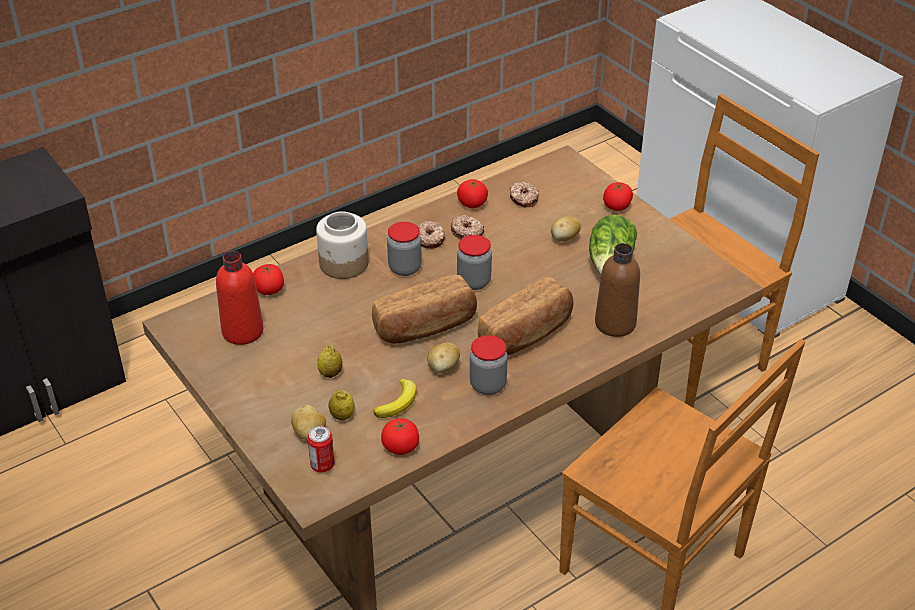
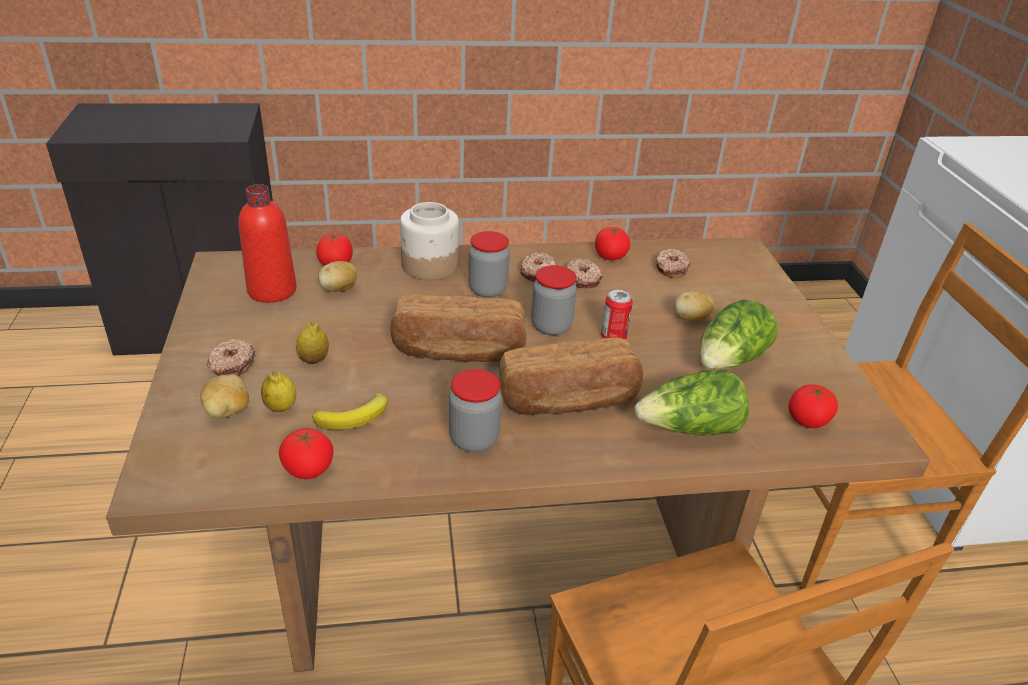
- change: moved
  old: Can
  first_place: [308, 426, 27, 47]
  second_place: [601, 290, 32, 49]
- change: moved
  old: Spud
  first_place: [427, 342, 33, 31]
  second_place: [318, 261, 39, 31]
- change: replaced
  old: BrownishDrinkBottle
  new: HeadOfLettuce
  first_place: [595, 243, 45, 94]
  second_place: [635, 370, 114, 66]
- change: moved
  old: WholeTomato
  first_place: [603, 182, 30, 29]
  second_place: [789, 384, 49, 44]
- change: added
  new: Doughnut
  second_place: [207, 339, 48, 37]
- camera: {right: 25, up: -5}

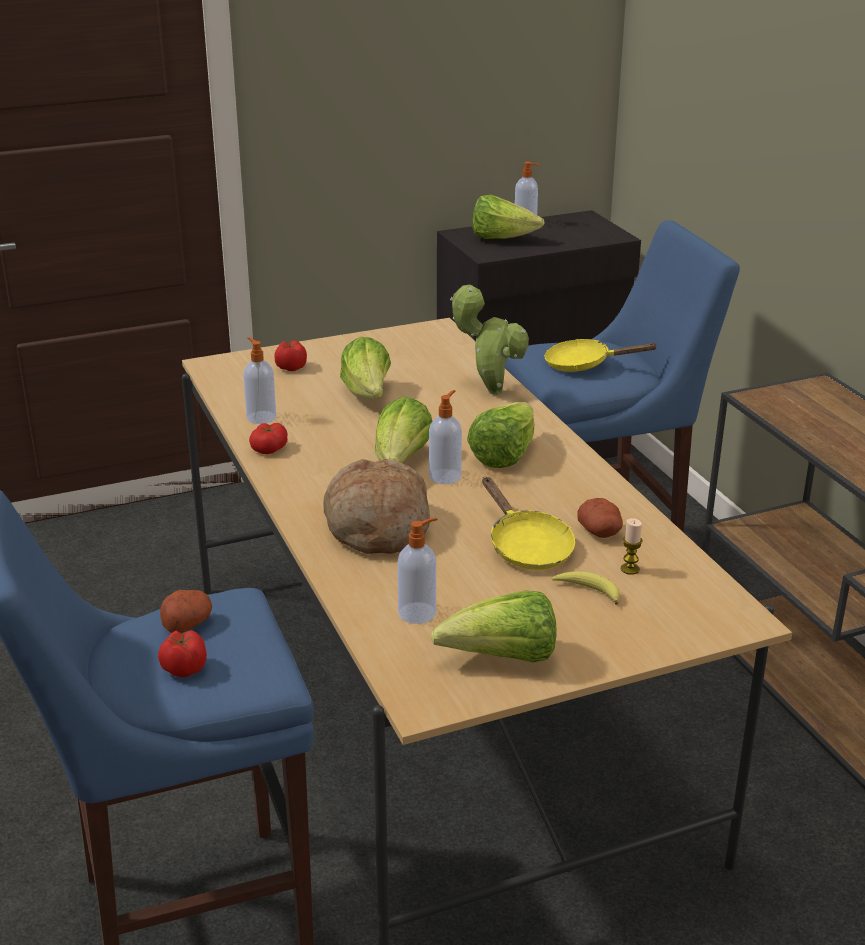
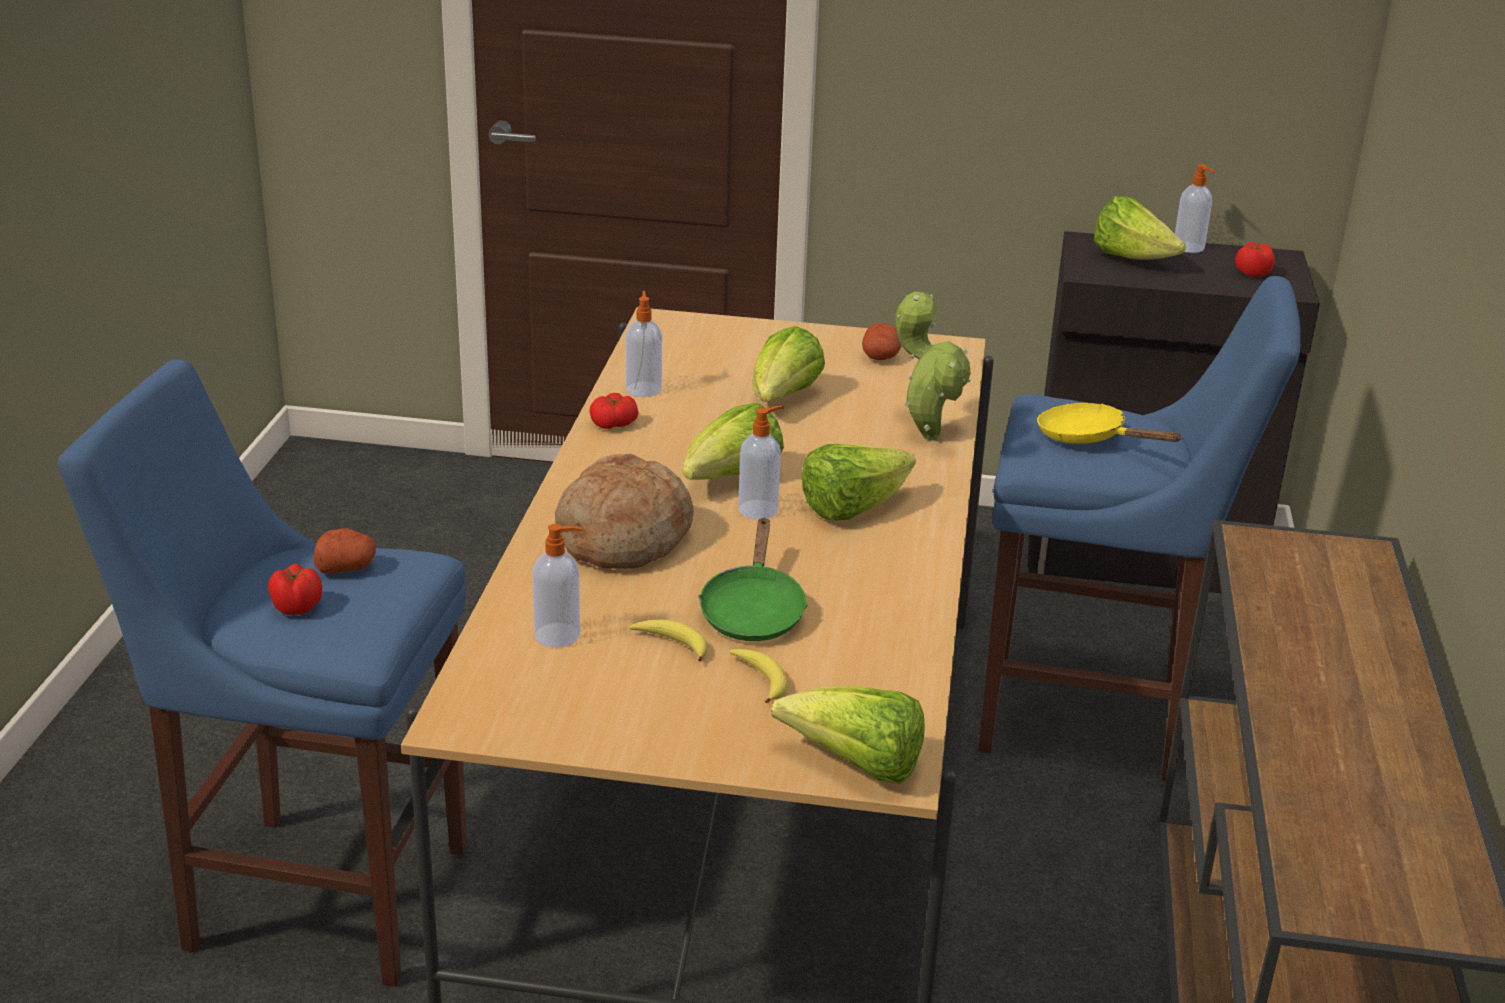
- change: moved
  old: WholeTomato
  first_place: [275, 340, 32, 31]
  second_place: [1235, 241, 40, 36]
- change: moved
  old: HeadOfLettuce
  first_place: [431, 591, 125, 72]
  second_place: [771, 686, 154, 98]
- change: recoloured
  old: YellowPan
  new: GreenPan
  first_place: [482, 477, 93, 93]
  second_place: [698, 517, 110, 124]
- change: moved
  old: Spud
  first_place: [577, 498, 46, 40]
  second_place: [862, 323, 40, 37]
- change: removed
  old: Candle
  first_place: [621, 518, 21, 57]
- change: added
  new: WholeBanana
  second_place: [629, 620, 79, 42]
- camera: {right: 30, up: 0}

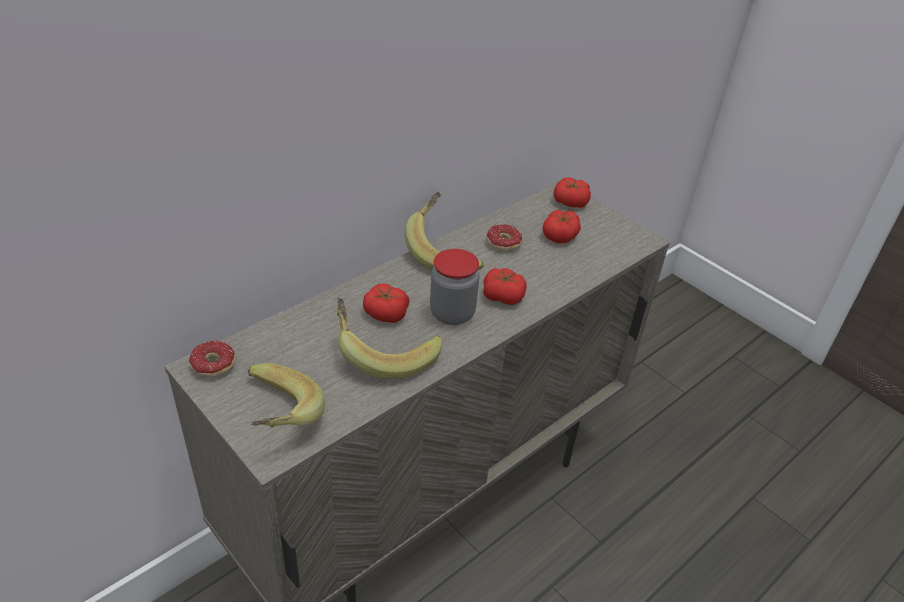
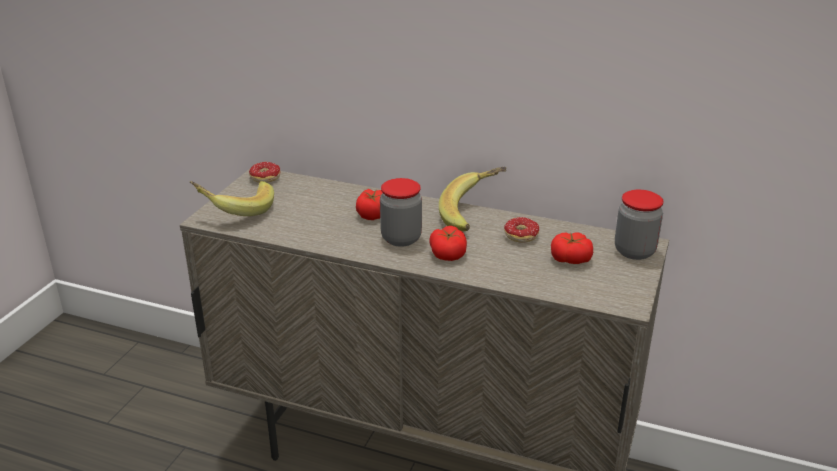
- change: removed
  old: WholeBanana
  first_place: [337, 298, 105, 81]
- change: replaced
  old: WholeTomato
  new: StorageJar
  first_place: [554, 177, 37, 31]
  second_place: [615, 190, 49, 70]
- camera: {right: 65, up: -10}

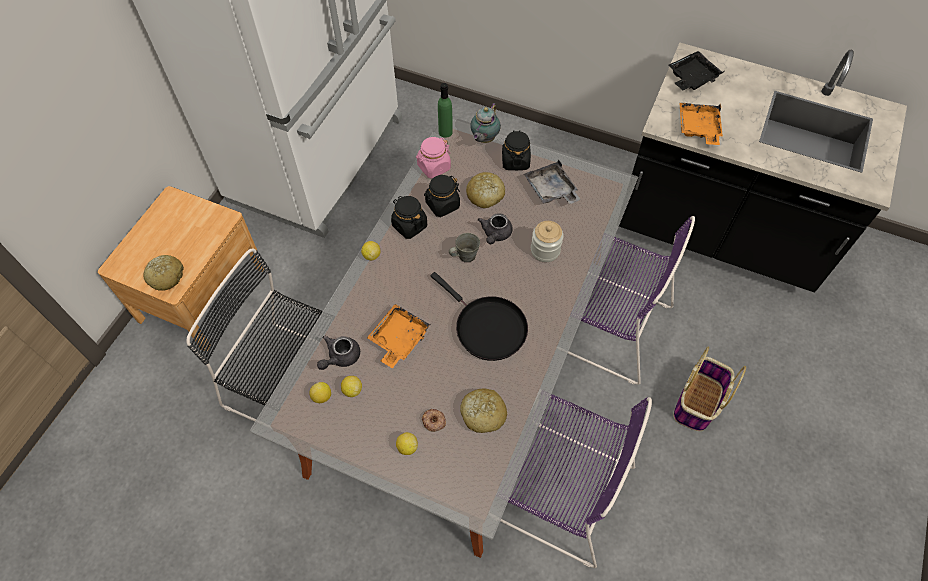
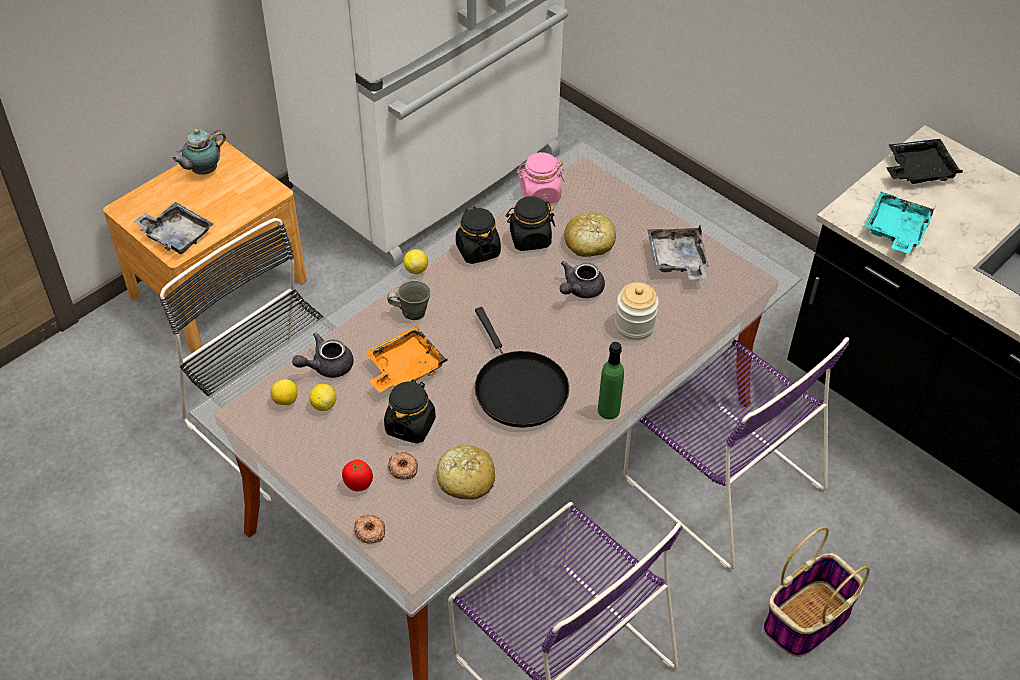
- change: replaced
  old: BakeryBread
  new: GreyCarryingTray
  first_place: [143, 255, 41, 36]
  second_place: [134, 202, 79, 53]
- change: replaced
  old: WholeLemon
  new: WholeTomato
  first_place: [396, 432, 22, 23]
  second_place: [342, 459, 31, 32]
- change: moved
  old: GreenDrinkBottle
  first_place: [438, 83, 15, 55]
  second_place: [598, 342, 26, 77]
- change: moved
  old: GreyTeaMug
  first_place: [449, 233, 31, 29]
  second_place: [387, 280, 44, 40]
- change: moved
  old: TeaPot
  first_place: [470, 103, 31, 40]
  second_place: [171, 129, 55, 46]
- change: moved
  old: BlackishStorageJar
  first_place: [502, 130, 29, 40]
  second_place: [384, 379, 52, 65]
- change: recoloured
  old: OrangeColouredCarryingTray
  new: TurquoiseCarryingTray
  first_place: [679, 103, 44, 42]
  second_place: [864, 192, 72, 62]
- change: added
  new: Doughnut
  second_place: [355, 514, 30, 29]
- camera: {right: 20, up: -10}

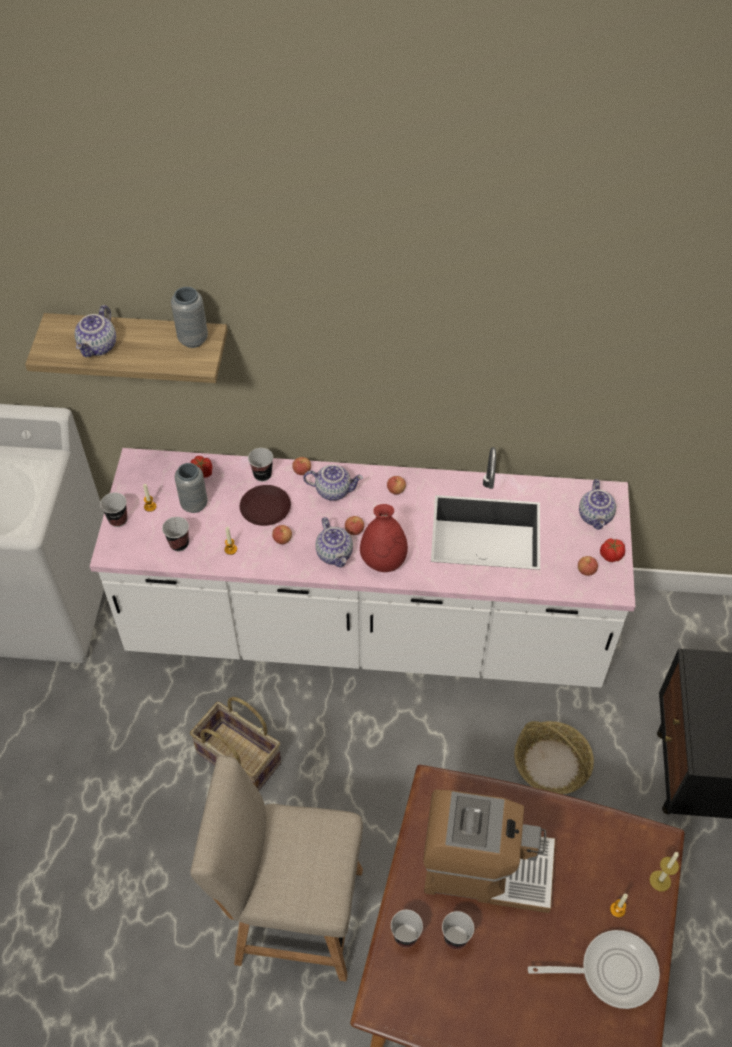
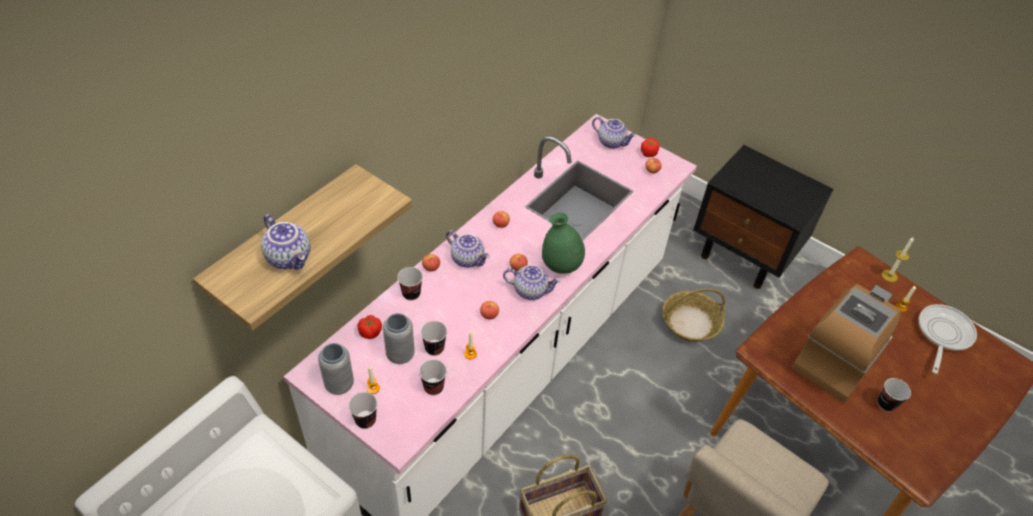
- change: moved
  old: GreyVase
  first_place: [171, 287, 37, 61]
  second_place: [318, 343, 36, 52]
- change: removed
  old: BrownishFlatDish
  first_place: [240, 485, 51, 41]
- change: turned
  old: TeaPot
  first_place: [303, 465, 60, 36]
  second_place: [446, 230, 44, 38]
  degrees: 90
- change: recoloured
  old: RedColouredVase
  new: GreenVase
  first_place: [360, 504, 48, 68]
  second_place: [542, 212, 43, 62]
- change: moved
  old: SmallCup
  first_place: [391, 910, 32, 38]
  second_place: [421, 321, 26, 35]
- camera: {right: -60, up: -5}

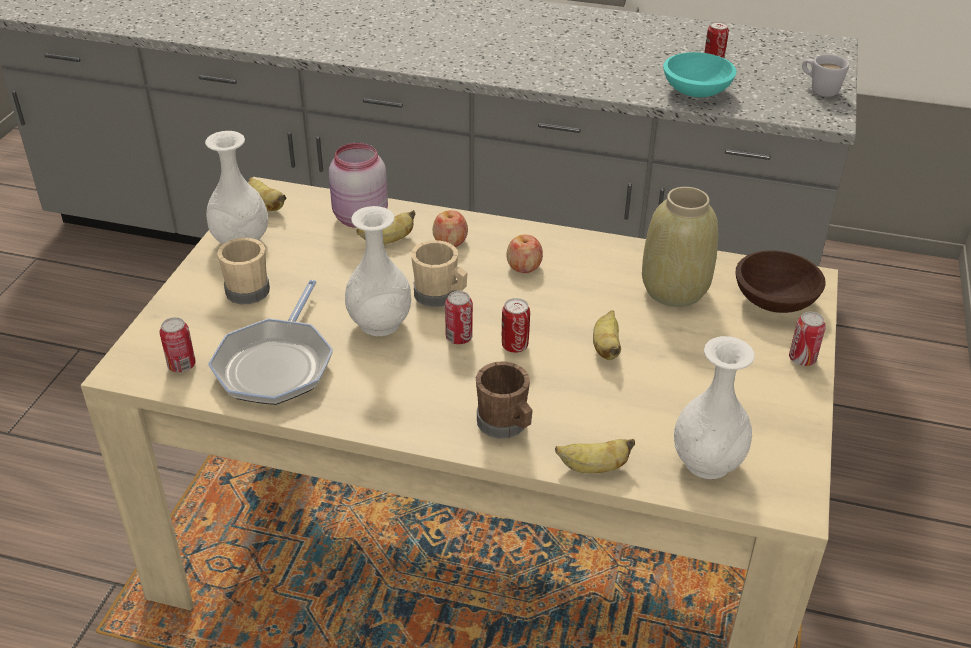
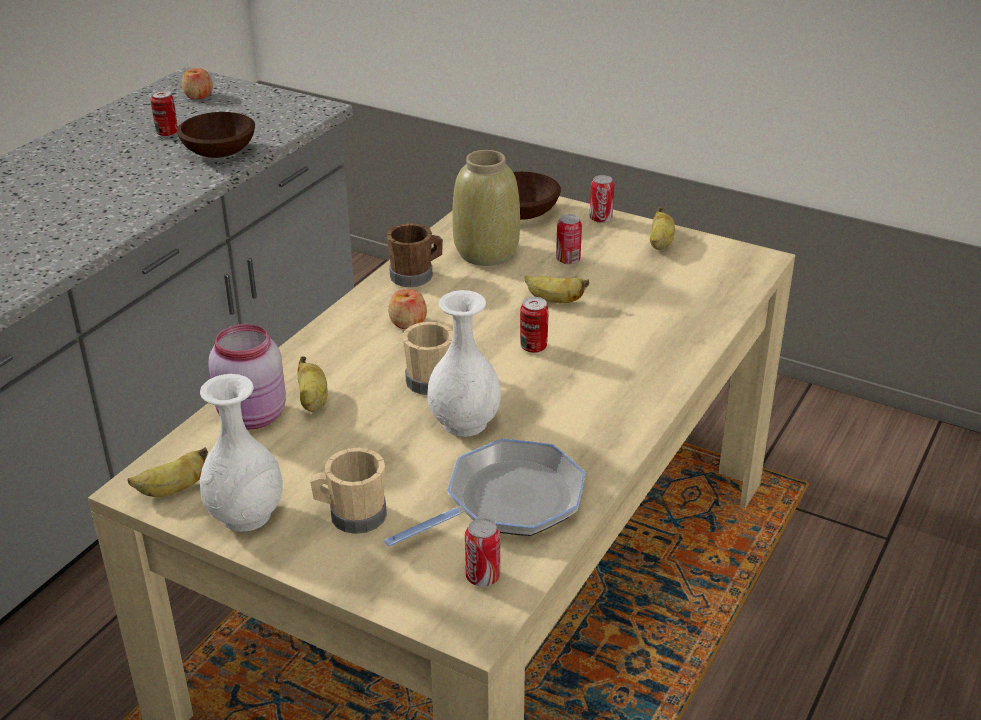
- change: turned
  old: Pan
  first_place: [208, 280, 125, 125]
  second_place: [384, 439, 201, 108]
  degrees: -60
- change: moved
  old: WholeApple
  first_place: [433, 210, 35, 37]
  second_place: [182, 68, 31, 31]
- change: moved
  old: Can
  first_place: [445, 291, 28, 53]
  second_place: [556, 214, 26, 50]
- change: moved
  old: BrownishTeaMug
  first_place: [476, 361, 57, 78]
  second_place: [386, 223, 57, 64]
- change: moved
  old: WholeBanana
  first_place: [555, 439, 80, 34]
  second_place: [650, 207, 25, 43]
- change: recoloured
  old: TurquoiseServingBowl
  new: BrownishServingBowl
  first_place: [663, 52, 74, 45]
  second_place: [177, 112, 78, 46]
- change: removed
  old: WhiteVase
  first_place: [674, 336, 81, 143]
- change: removed
  old: WhiteTeaMug
  first_place: [802, 54, 47, 43]
- camera: {right: -75, up: -5}

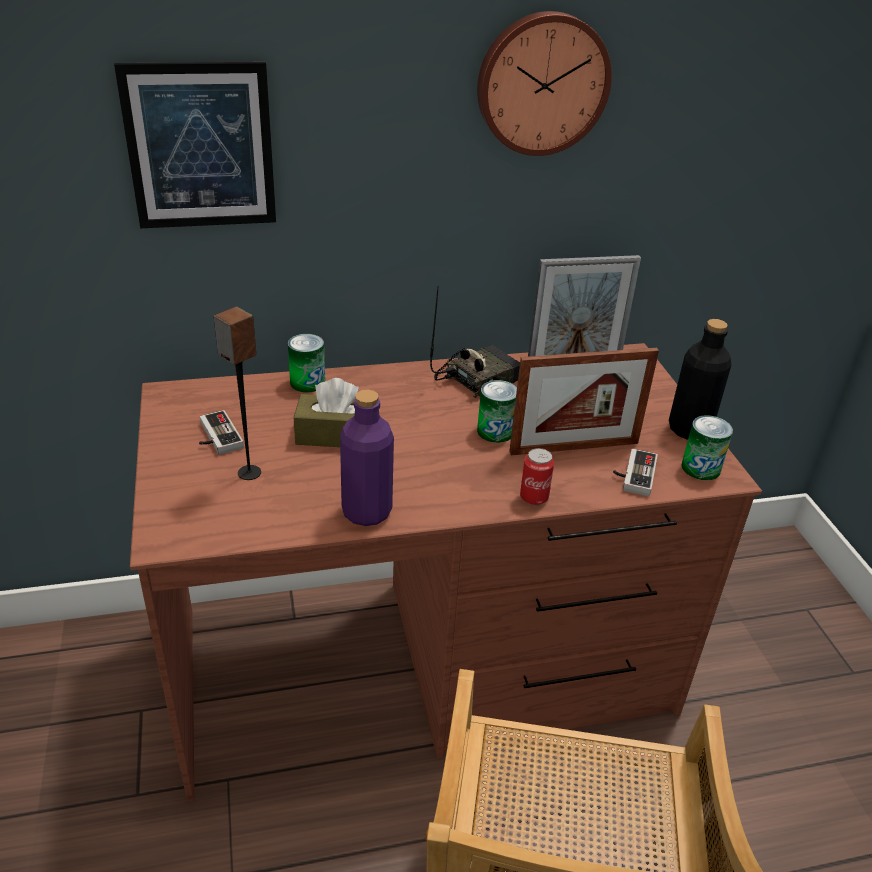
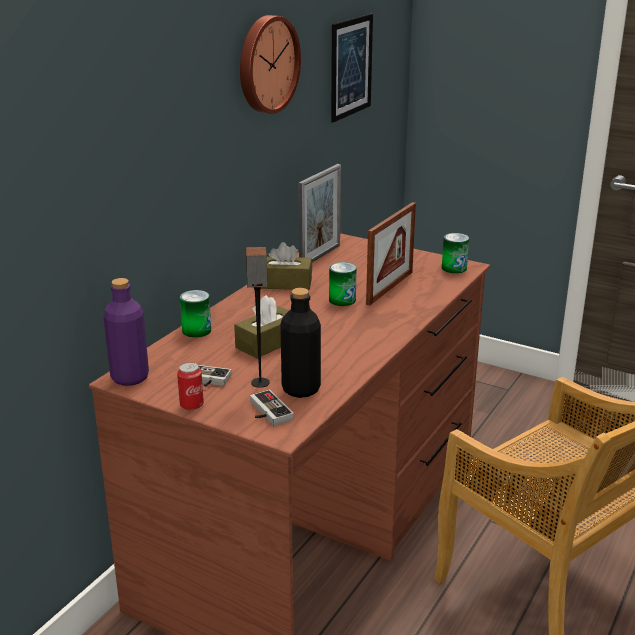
- change: moved
  old: Picture
  first_place: [114, 62, 162, 166]
  second_place: [331, 14, 42, 109]
- change: moved
  old: PurpleColouredDrinkBottle
  first_place: [340, 389, 54, 137]
  second_place: [103, 278, 46, 108]
- change: replaced
  old: Radio
  new: BrownishBoxOfTissues
  first_place: [430, 285, 90, 113]
  second_place: [261, 242, 51, 48]
- change: moved
  old: Can
  first_place: [520, 448, 34, 57]
  second_place: [177, 362, 27, 48]
- change: moved
  old: Gamepad
  first_place: [613, 449, 45, 47]
  second_place: [250, 390, 44, 36]
- change: moved
  old: BlackishDrinkBottle
  first_place: [669, 319, 62, 121]
  second_place: [280, 288, 41, 110]
- camera: {right: -45, up: -10}

